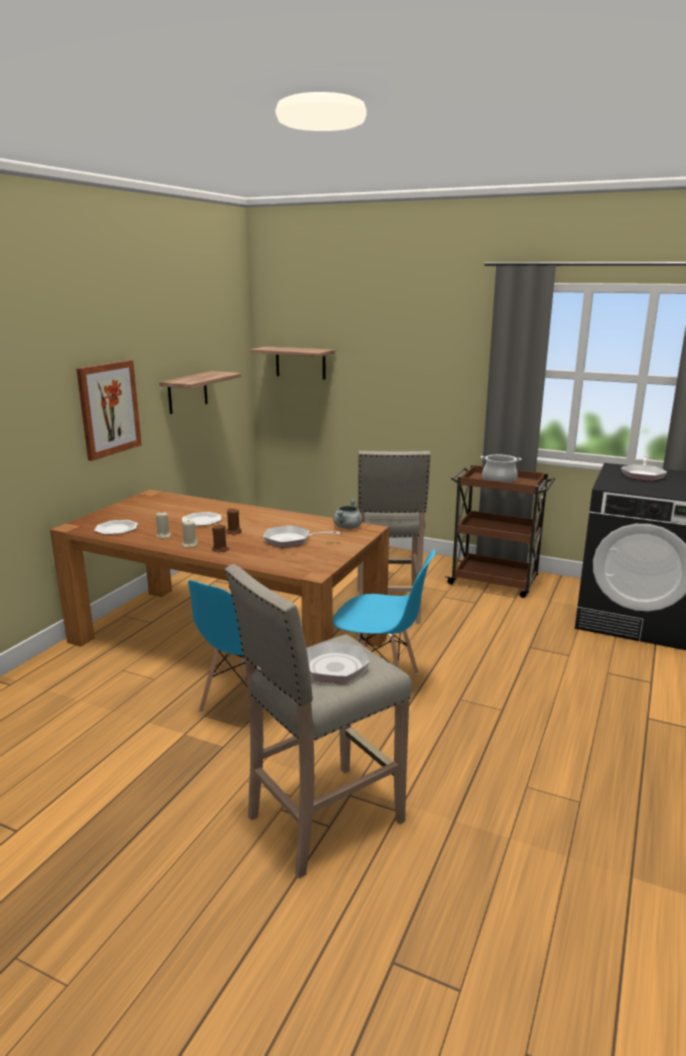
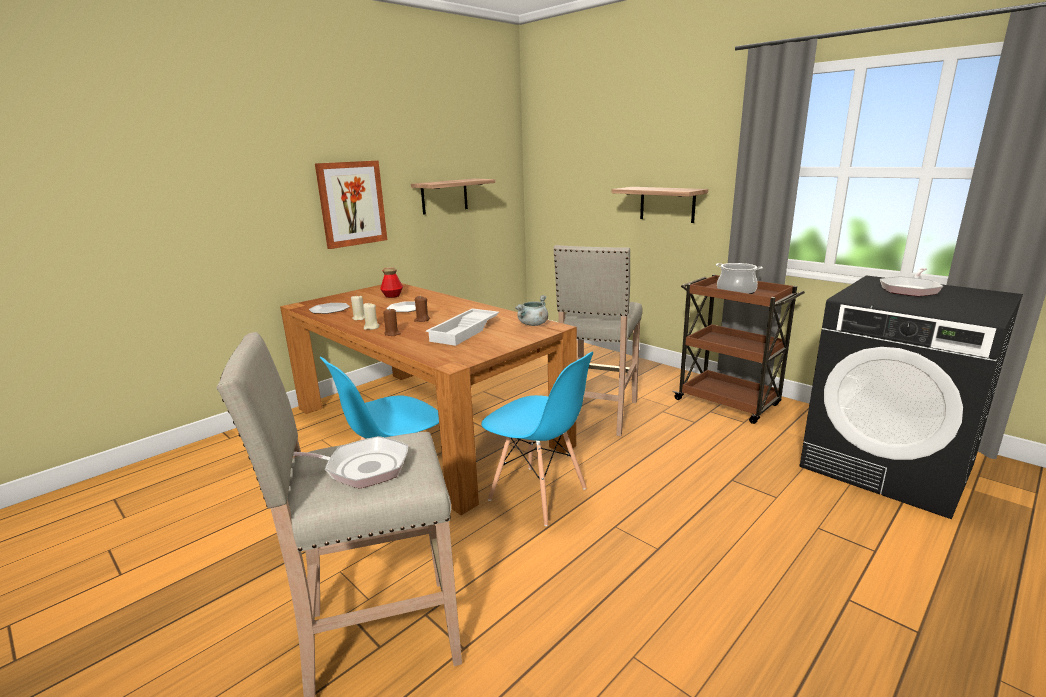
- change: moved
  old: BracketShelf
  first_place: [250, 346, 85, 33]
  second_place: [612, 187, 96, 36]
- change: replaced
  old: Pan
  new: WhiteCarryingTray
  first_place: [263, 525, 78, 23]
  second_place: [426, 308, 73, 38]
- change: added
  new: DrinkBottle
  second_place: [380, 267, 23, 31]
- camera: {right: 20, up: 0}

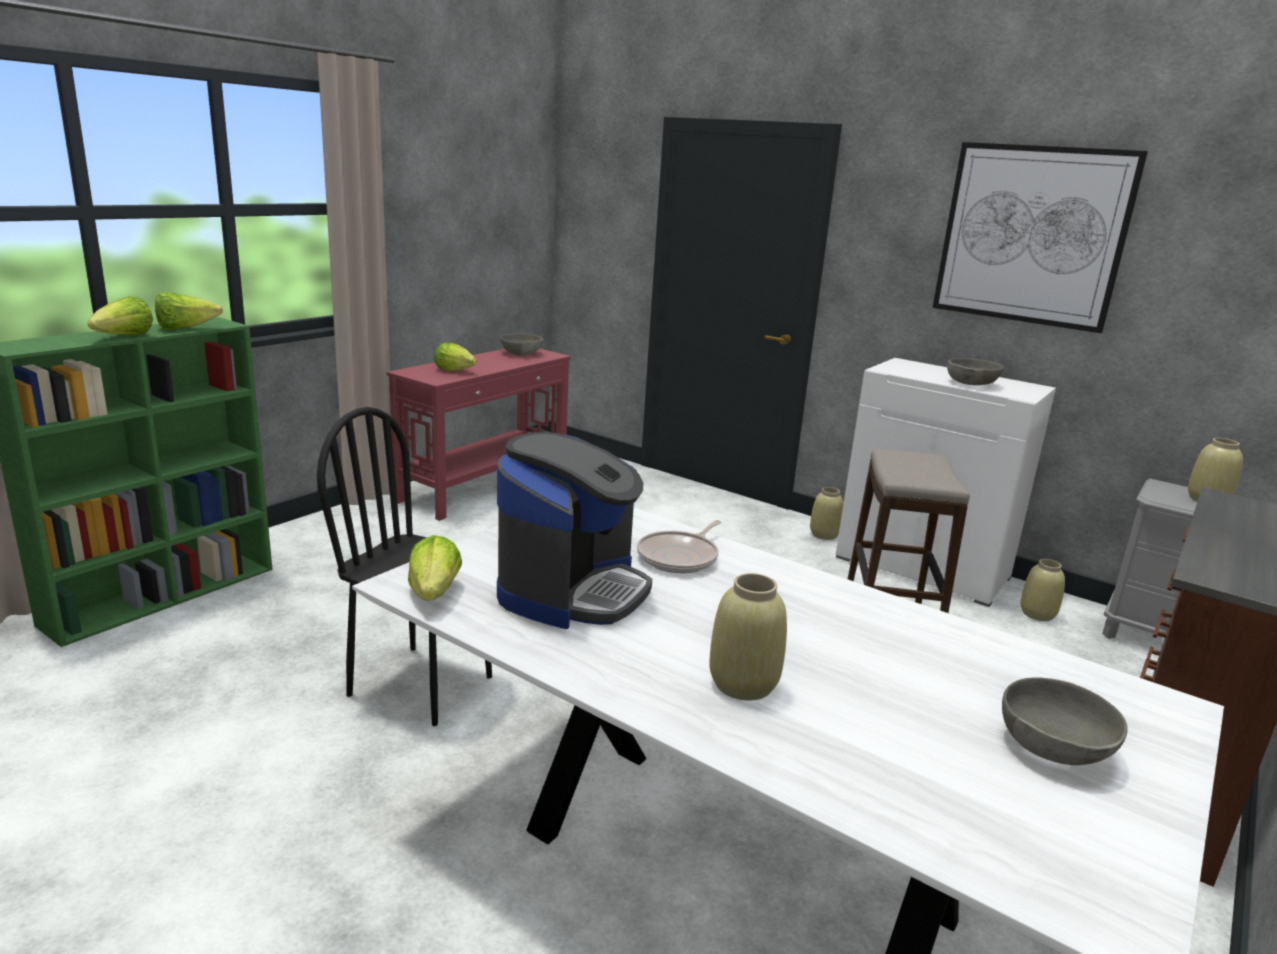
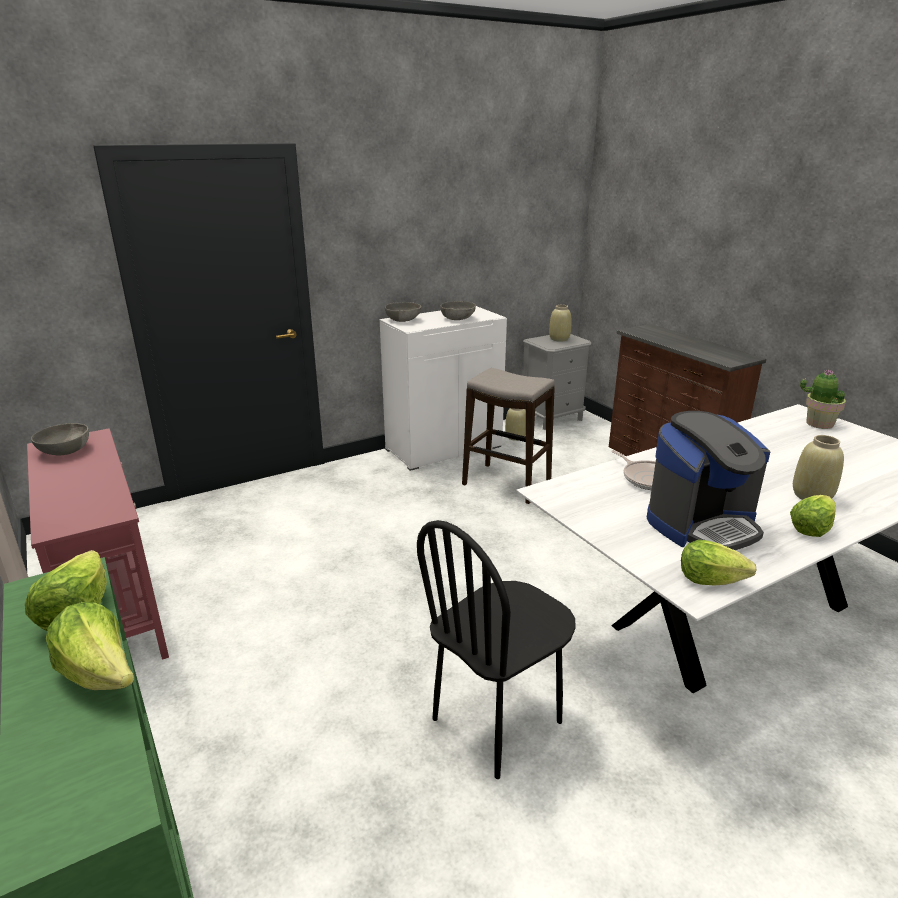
- change: moved
  old: HeadOfLettuce
  first_place: [435, 343, 42, 28]
  second_place: [790, 495, 46, 42]
- change: turned
  old: CoffeeMaker
  first_place: [497, 432, 155, 197]
  second_place: [647, 411, 123, 139]
  degrees: 105
- change: removed
  old: BeigeVase
  first_place: [810, 487, 34, 53]
- change: removed
  old: Picture
  first_place: [932, 142, 216, 191]
- change: moved
  old: GreyServingBowl
  first_place: [1002, 678, 126, 87]
  second_place: [385, 302, 36, 20]
- change: added
  new: PottedPlant
  second_place: [800, 370, 46, 59]
- camera: {right: -65, up: 5}

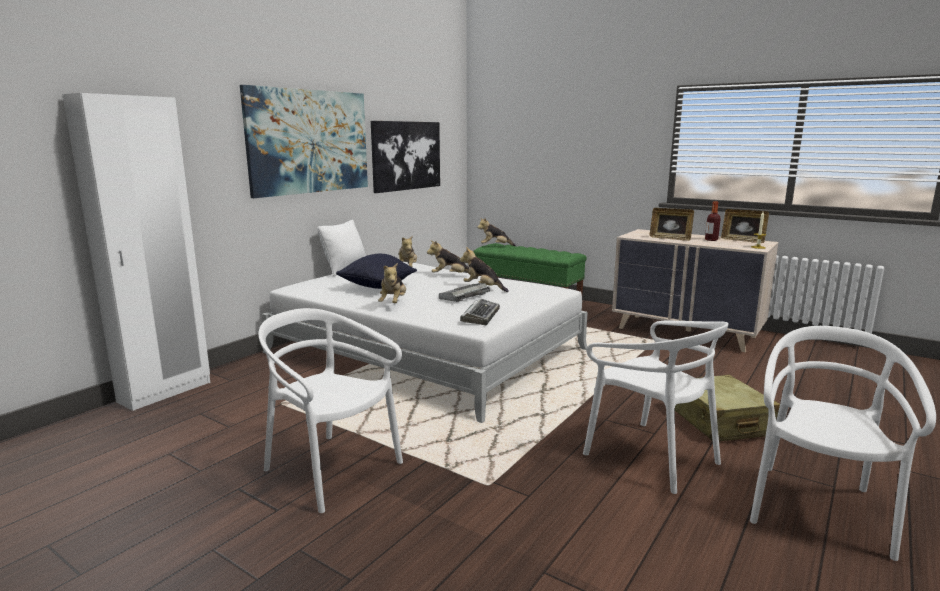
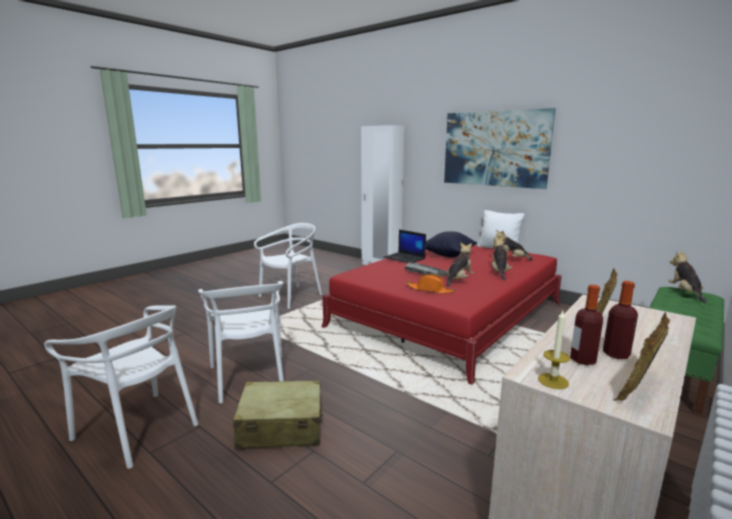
- change: recoloured
  old: WhiteBedroomBed
  new: RedColouredBedroomBed
  first_place: [262, 262, 326, 161]
  second_place: [321, 245, 241, 140]
- change: removed
  old: Picture
  first_place: [371, 121, 69, 72]
- change: replaced
  old: SoftToy
  new: PortableComputer
  first_place: [378, 263, 28, 40]
  second_place: [384, 230, 42, 33]
- change: removed
  old: Keyboard
  first_place: [460, 298, 40, 27]
- change: turned
  old: WhiteChair
  first_place: [583, 321, 146, 173]
  second_place: [198, 281, 86, 122]
  degrees: -75
- change: added
  new: OrangeColouredHat
  second_place: [406, 274, 49, 19]
- change: added
  new: DrinkBottle
  second_place: [570, 285, 33, 80]
- camera: {right: 95, up: 0}

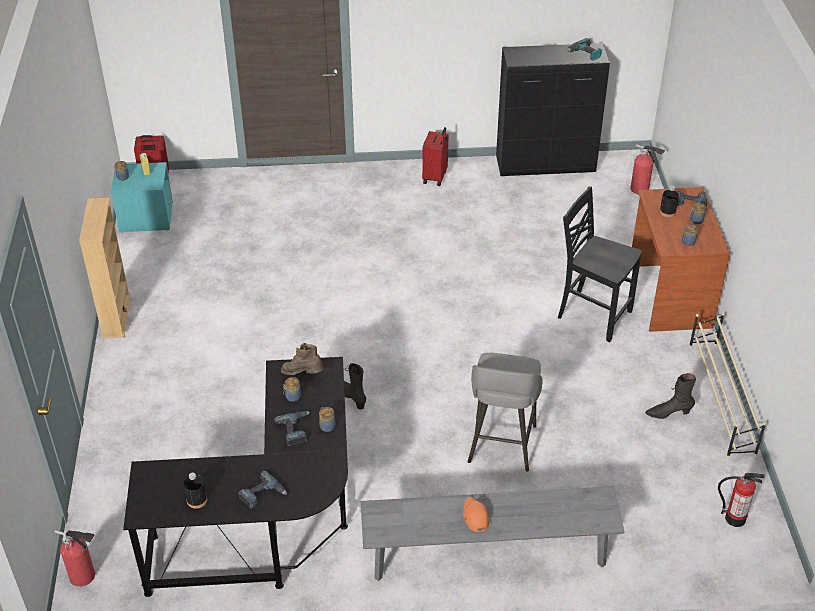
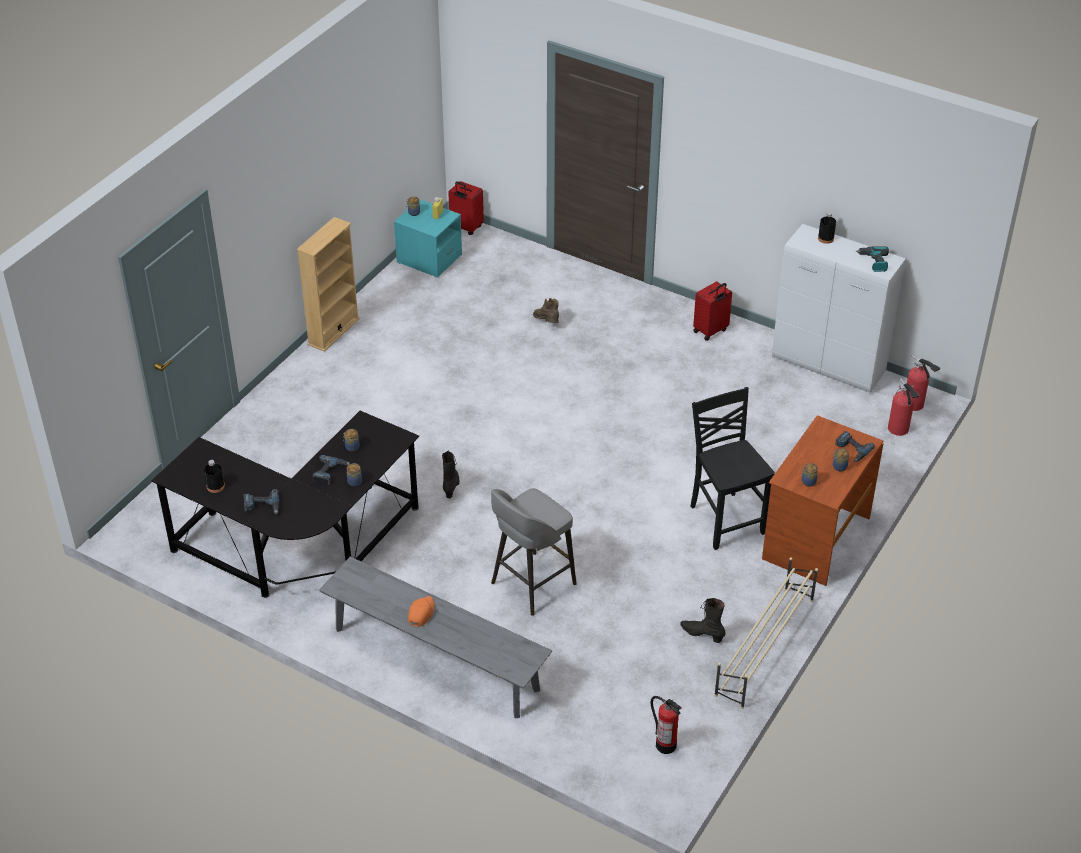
- change: moved
  old: FireFightingCylinder
  first_place: [55, 527, 40, 60]
  second_place: [907, 355, 33, 56]
- change: moved
  old: BrownishBoot
  first_place: [281, 343, 43, 32]
  second_place: [533, 298, 26, 25]
- change: recoloured
  old: BlackishCupboard
  new: WhiteCupboard
  first_place: [496, 43, 114, 133]
  second_place: [772, 224, 134, 169]
- change: moved
  old: BlackishDrinkBottle
  first_place: [660, 185, 19, 32]
  second_place: [818, 212, 18, 32]
- camera: {right: 35, up: 0}

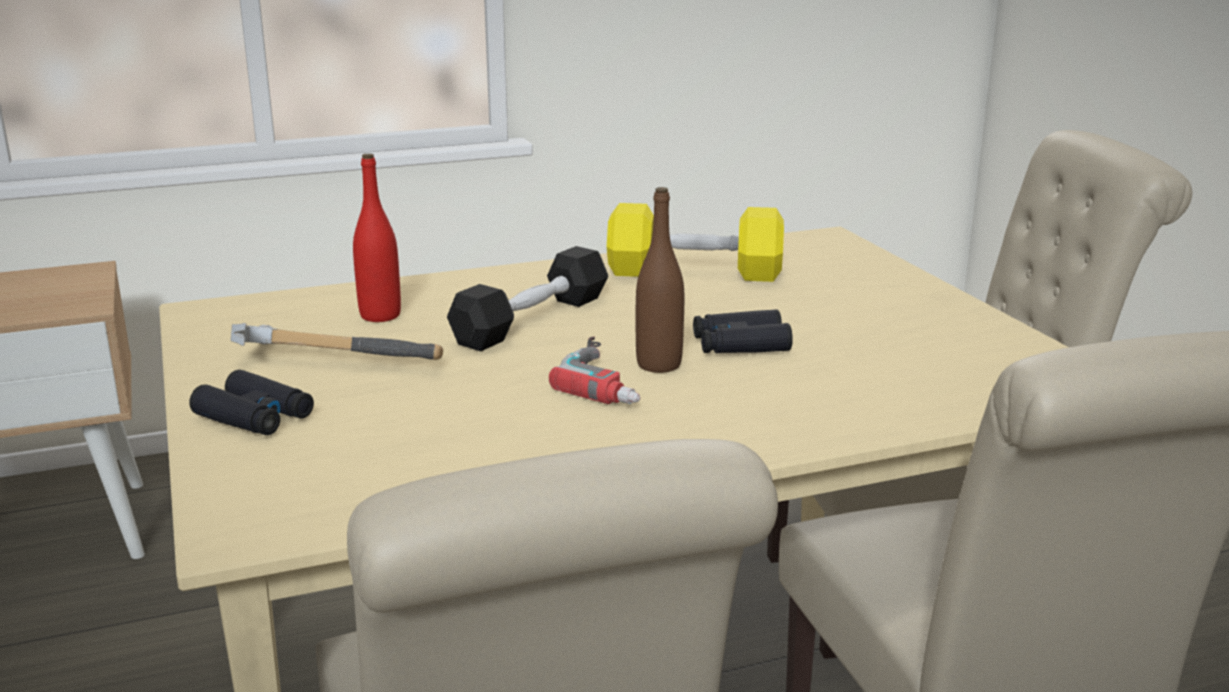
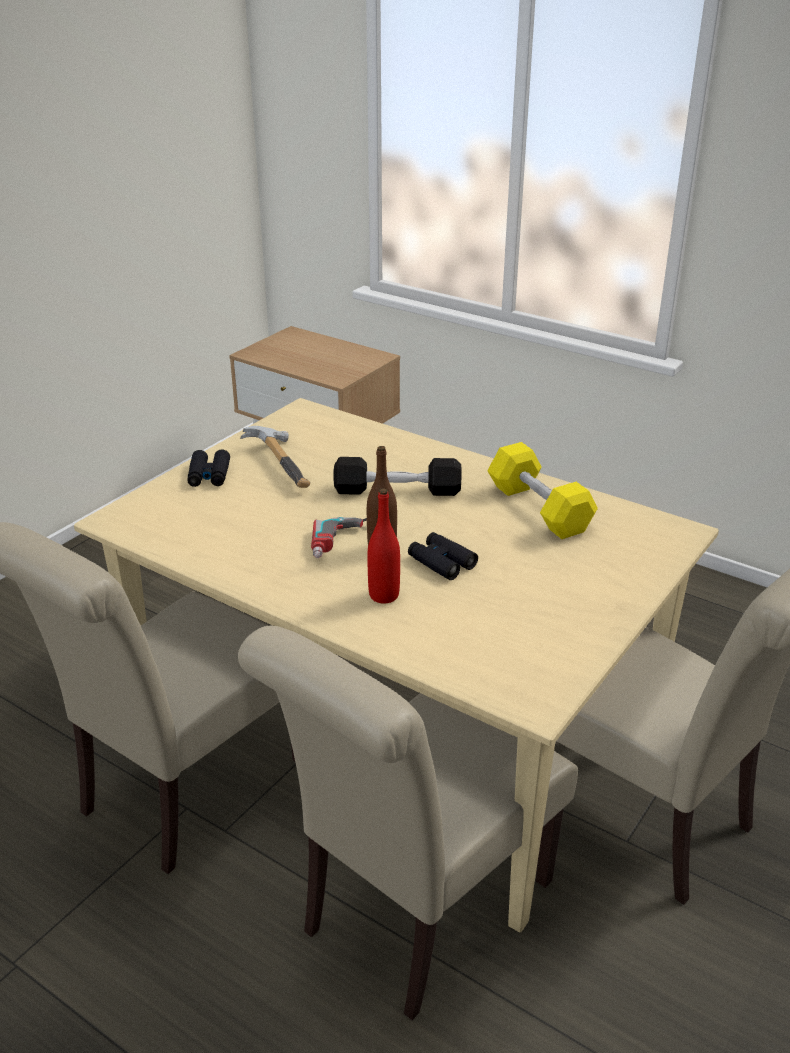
- change: moved
  old: RedColouredDrinkBottle
  first_place: [353, 154, 48, 168]
  second_place: [367, 489, 33, 115]
- camera: {right: 55, up: 10}

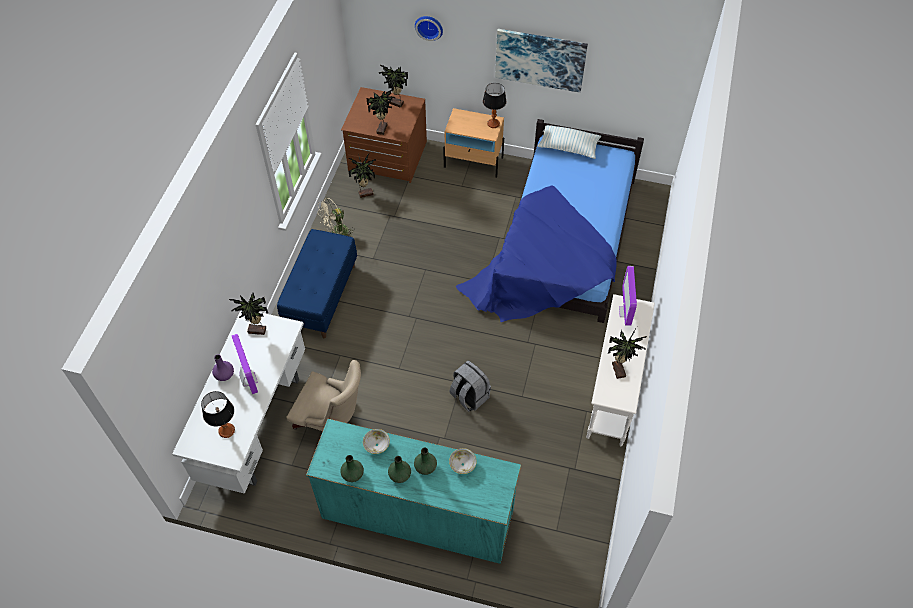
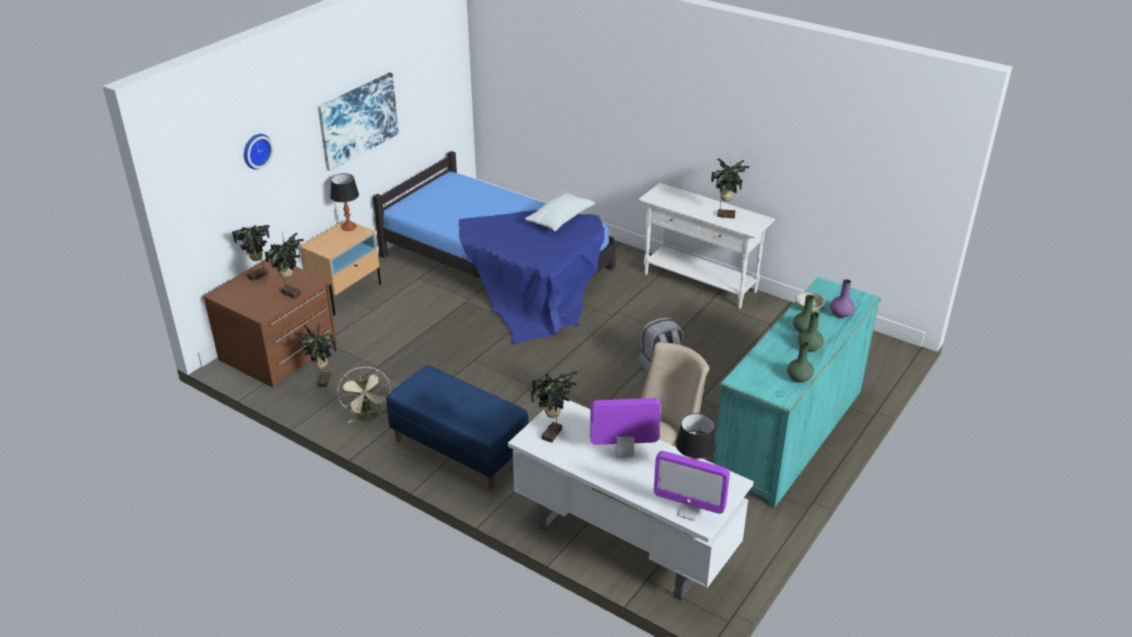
- change: moved
  old: PurpleColouredVase
  first_place: [212, 354, 22, 27]
  second_place: [830, 279, 25, 39]
- change: removed
  old: ServingBowl
  first_place: [363, 429, 27, 25]
- change: moved
  old: Pillow
  first_place: [538, 125, 63, 34]
  second_place: [525, 192, 70, 39]
- change: moved
  old: Monitor
  first_place: [619, 266, 18, 60]
  second_place: [654, 451, 76, 70]
- camera: {right: -70, up: -20}

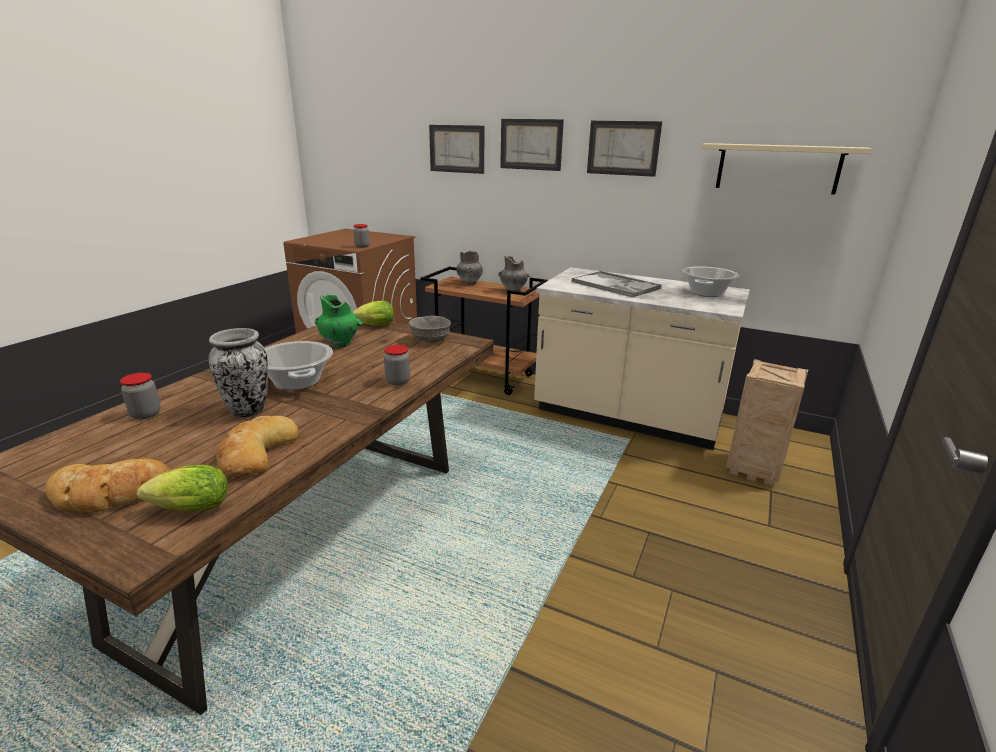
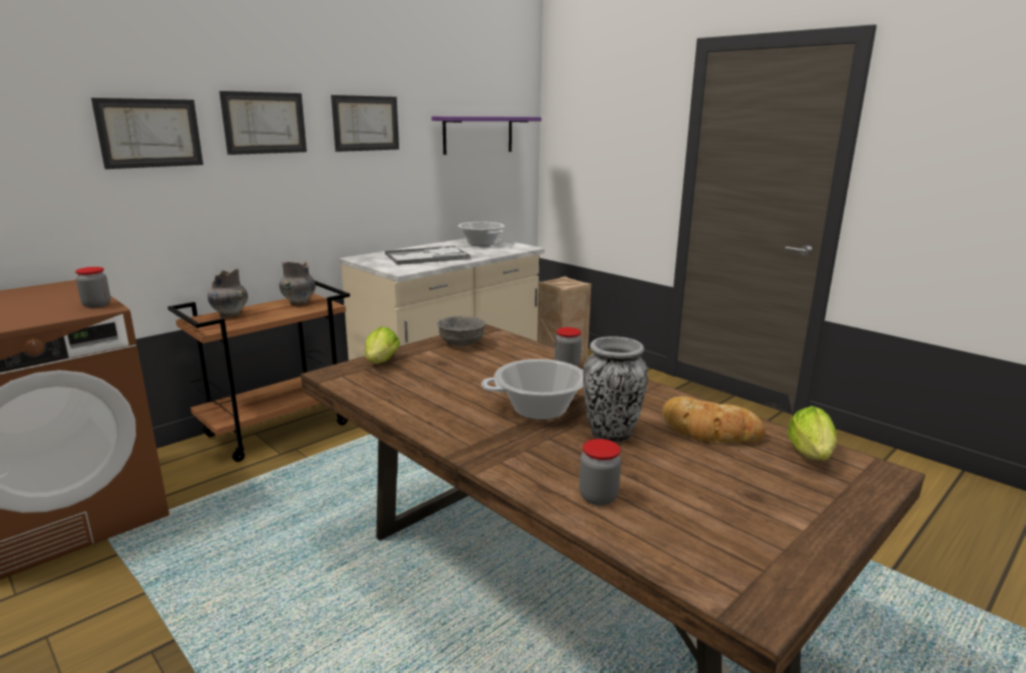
- change: removed
  old: BakeryBread
  first_place: [45, 459, 125, 54]
- change: removed
  old: GreenVase
  first_place: [315, 294, 48, 54]
- change: recoloured
  old: BeigeBracketShelf
  new: PurpleColouredBracketShelf
  first_place: [701, 143, 171, 52]
  second_place: [432, 116, 110, 39]
- camera: {right: -70, up: -5}

